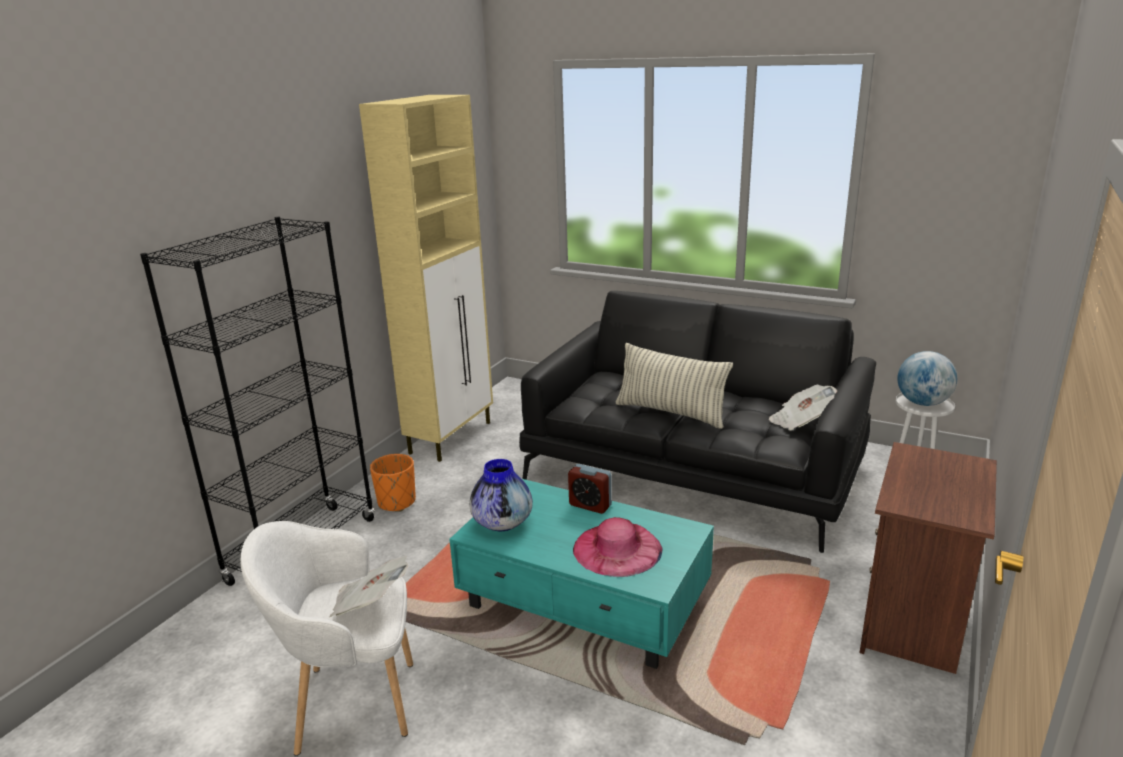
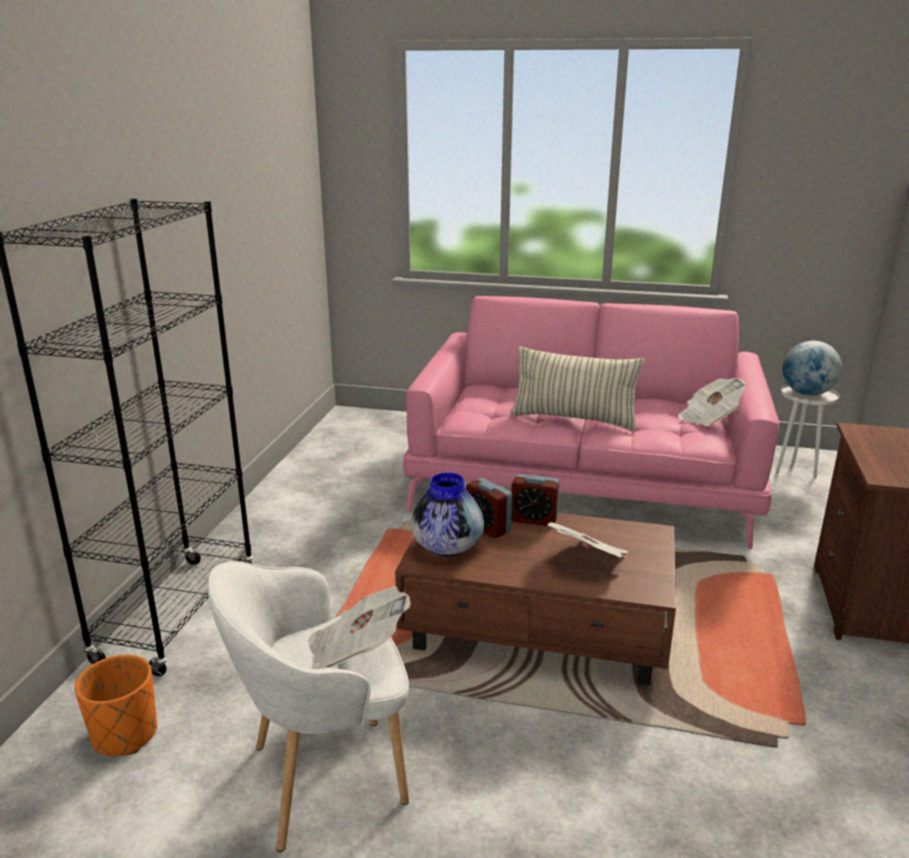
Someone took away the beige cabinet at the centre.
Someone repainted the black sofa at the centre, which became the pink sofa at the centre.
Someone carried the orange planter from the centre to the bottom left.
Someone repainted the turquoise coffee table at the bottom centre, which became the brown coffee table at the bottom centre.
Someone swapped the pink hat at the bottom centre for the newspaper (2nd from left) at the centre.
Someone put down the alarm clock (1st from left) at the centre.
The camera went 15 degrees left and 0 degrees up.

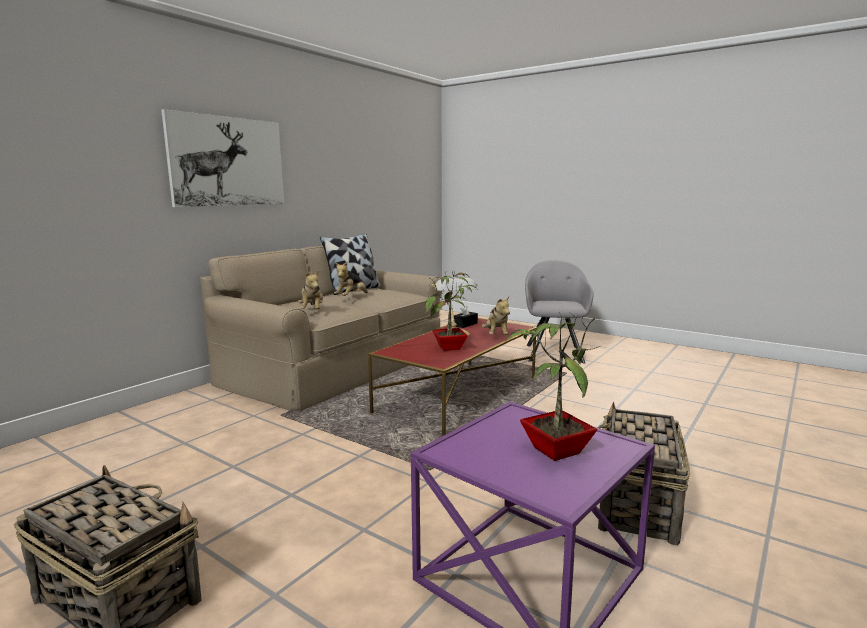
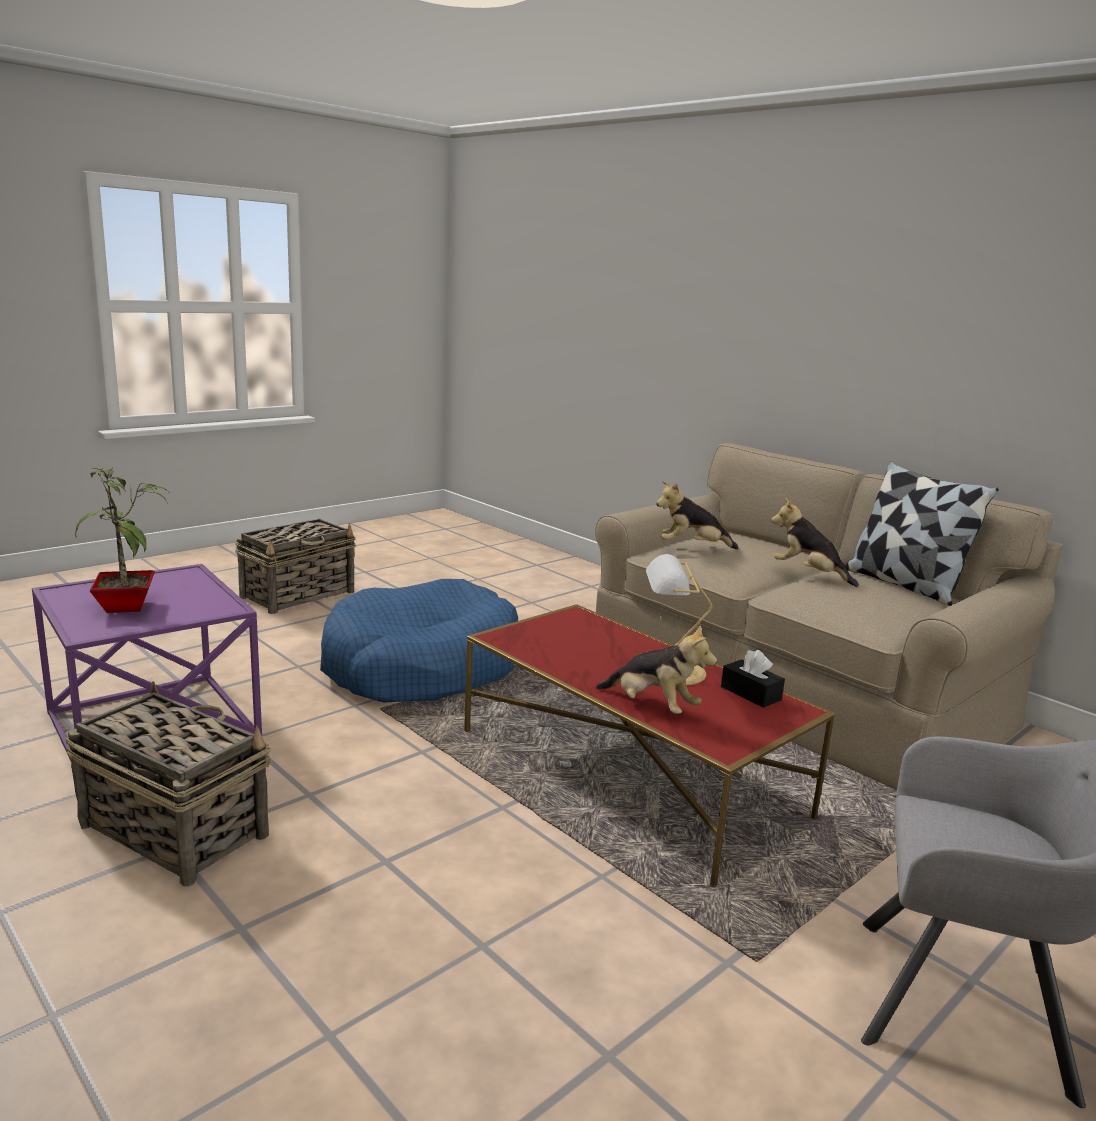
Someone took away the picture at the top left.
Someone took away the potted plant (1st from left) at the centre.
Someone rotated the plush toy (3rd from left in the first image) at the centre by 150 degrees counterclockwise.
Someone put down the blue dog bed at the centre.
The camera went 100 degrees right and 5 degrees up.

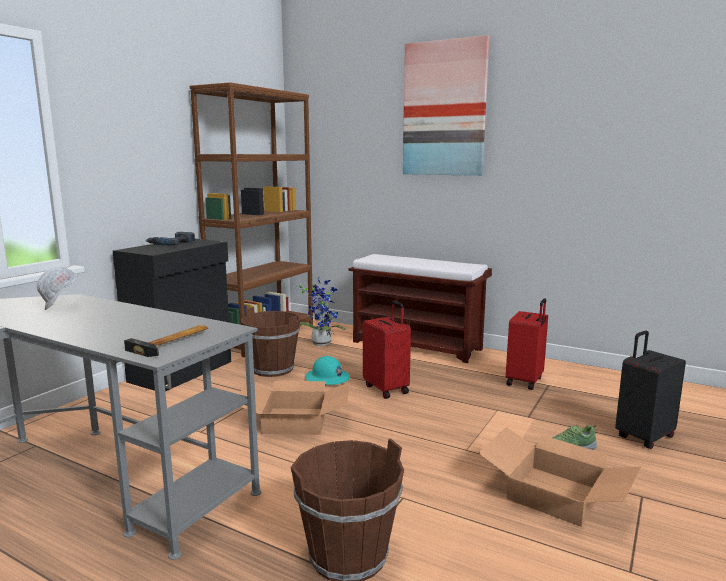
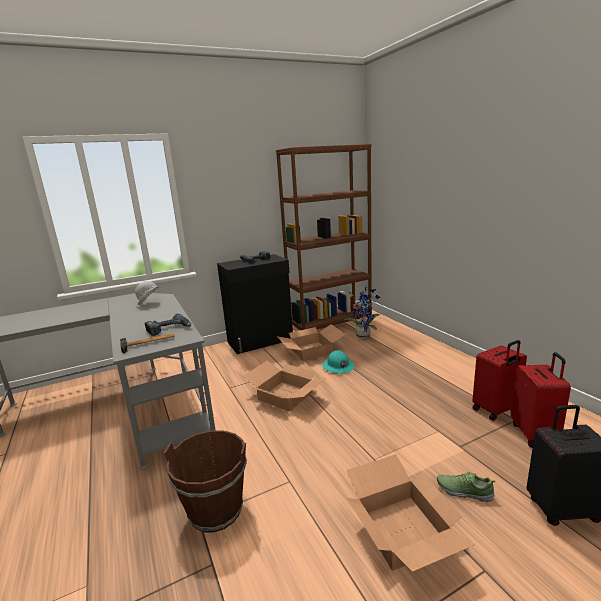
Someone took away the picture at the top centre.
Someone took away the brown bench at the centre.
Someone carried the red suitcase (1st from left in the first image) from the centre to the middle right.
Someone swapped the brown bucket (1st from left) at the centre for the cardboard box (2nd from left) at the centre.
Someone put down the power drill (1st from left) at the middle left.
The camera went 35 degrees right and 5 degrees up.

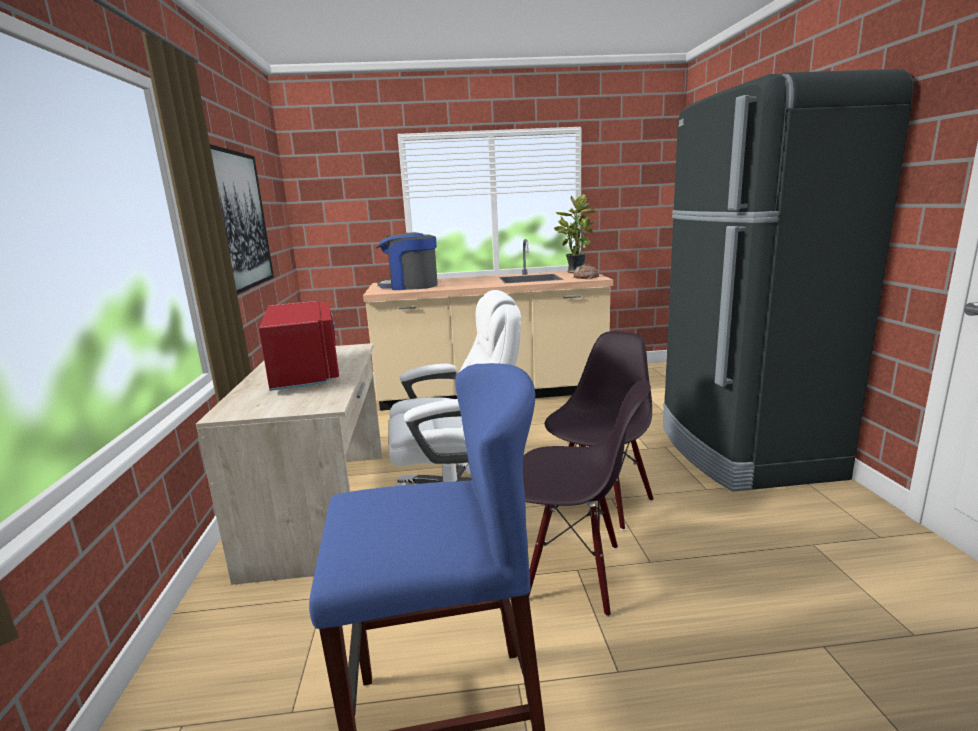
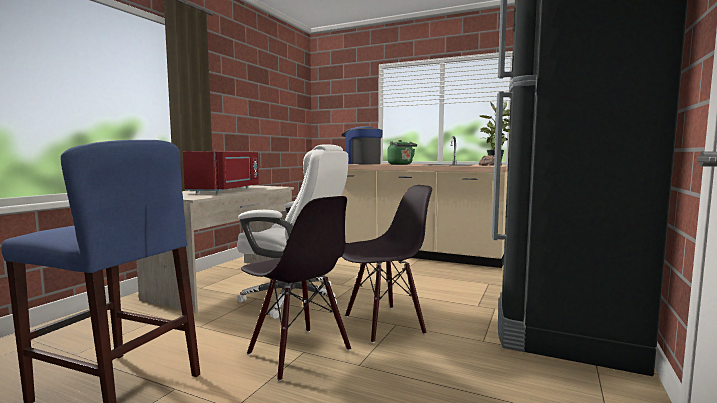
Someone took away the picture at the top left.
Someone put down the green kettle at the centre.
The camera went 30 degrees right and 10 degrees down.

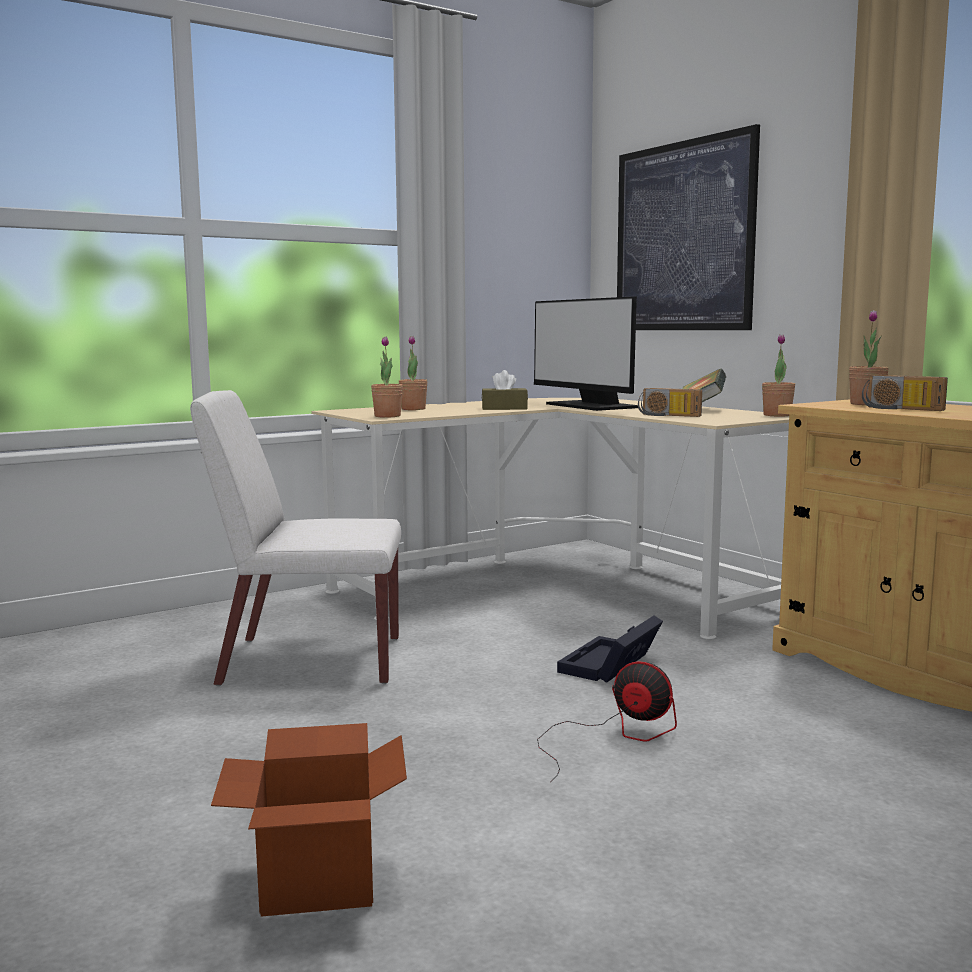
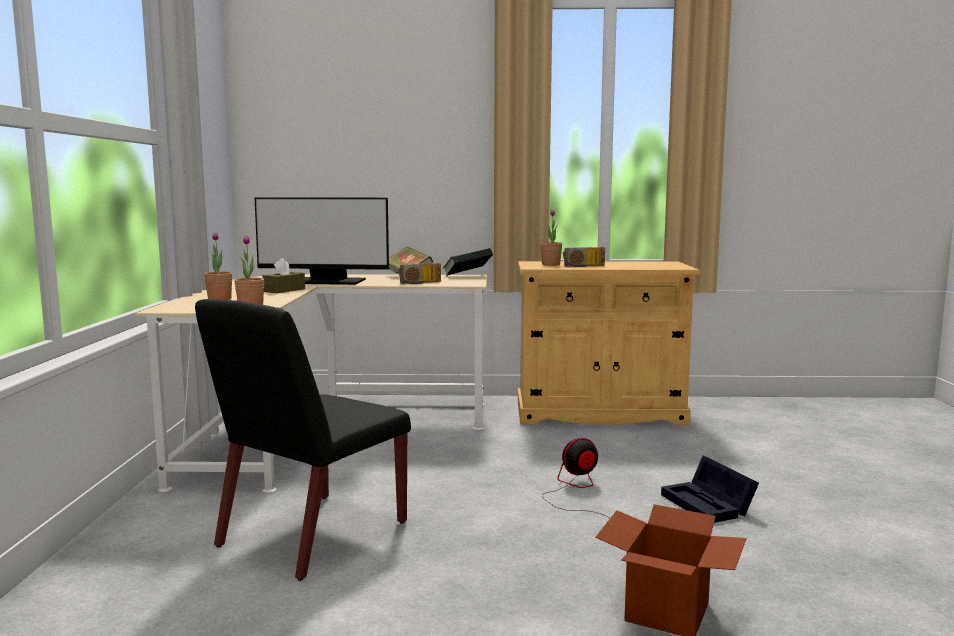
Someone took away the picture at the top right.
Someone swapped the potted plant (3rd from left) at the middle right for the book (2nd from left) at the centre.
Someone repainted the white chair at the middle left, which became the black chair at the bottom left.
Someone carried the black storage box from the bottom centre to the bottom right.
The camera went 55 degrees left and 0 degrees up.

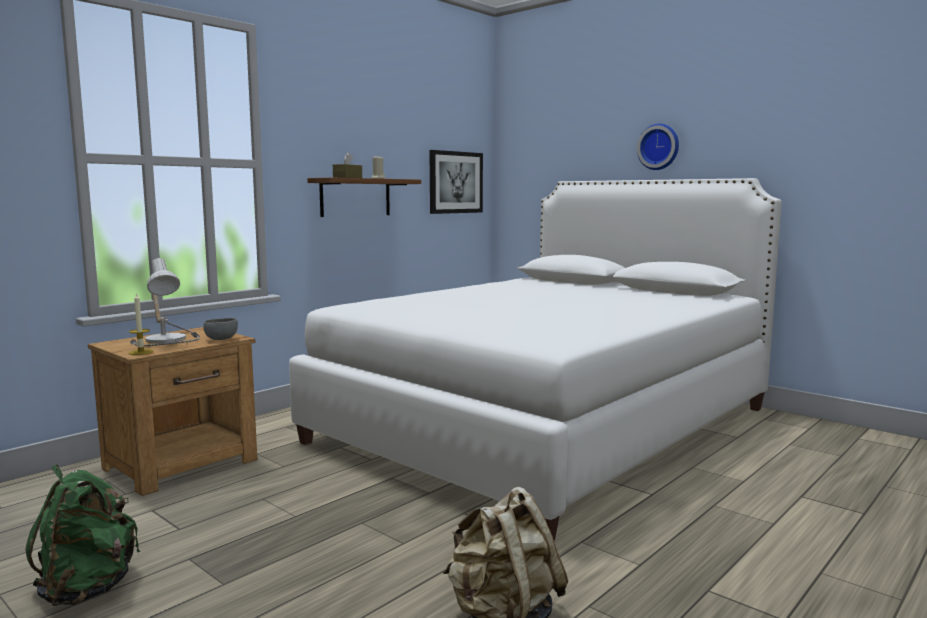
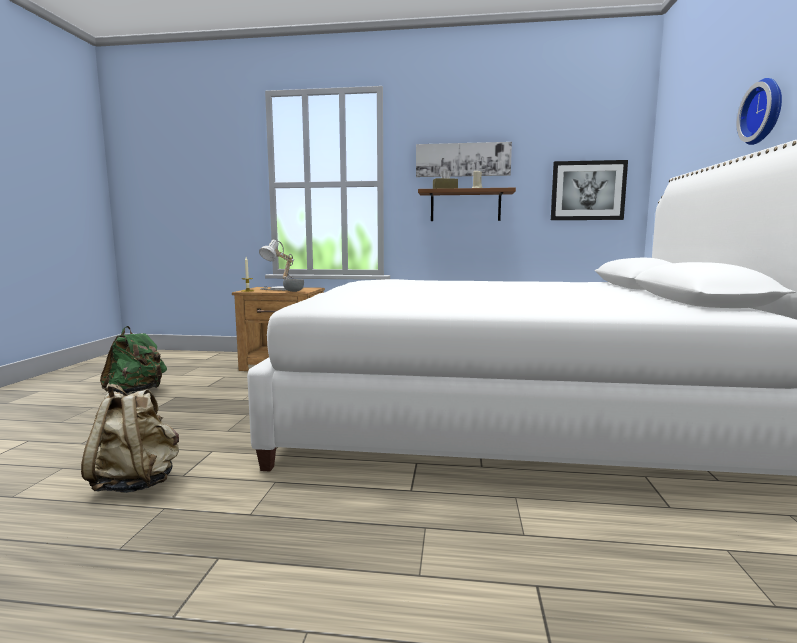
Someone put up the picture (1st from left) at the top centre.
The camera went 55 degrees right and 0 degrees up.

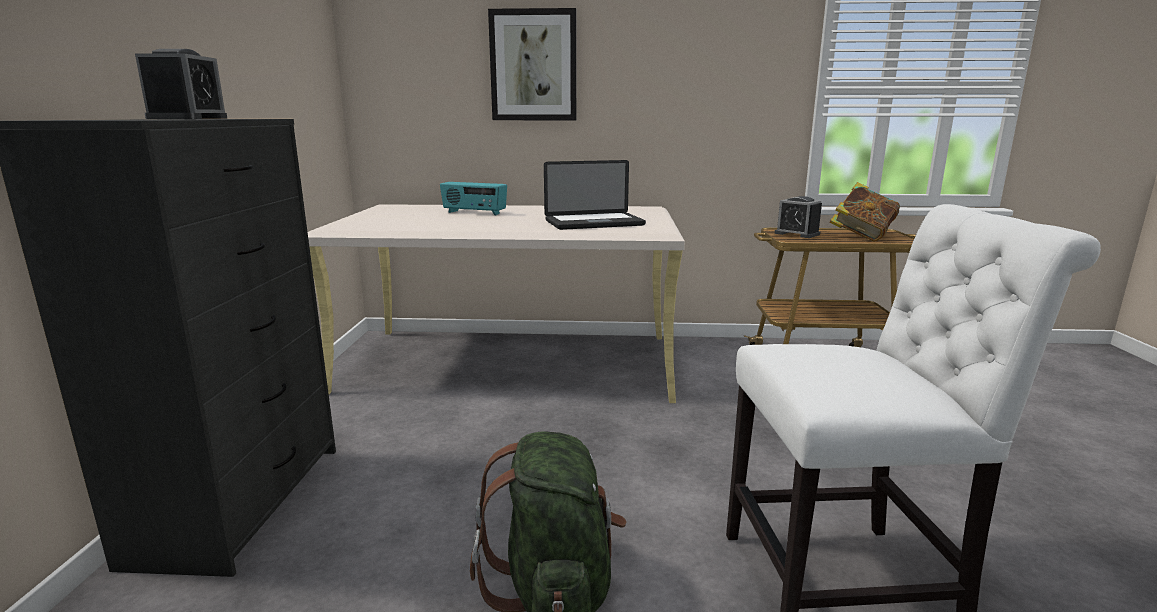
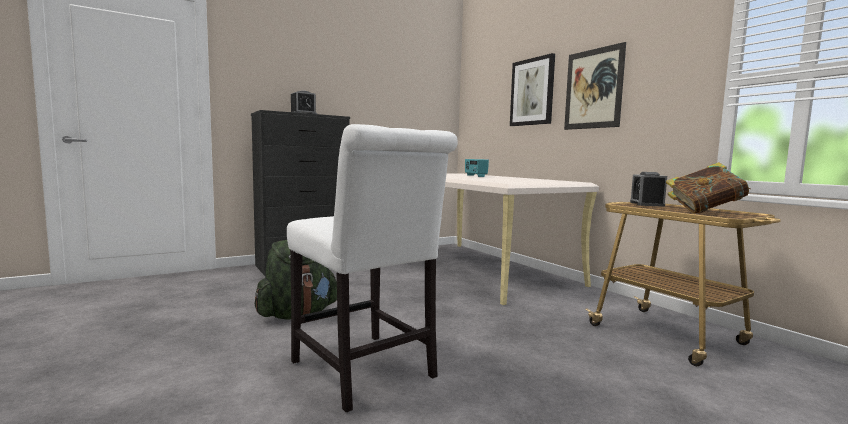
Someone took away the laptop at the top centre.
Someone put up the picture (2nd from left) at the top right.
The camera went 55 degrees right and 10 degrees down.

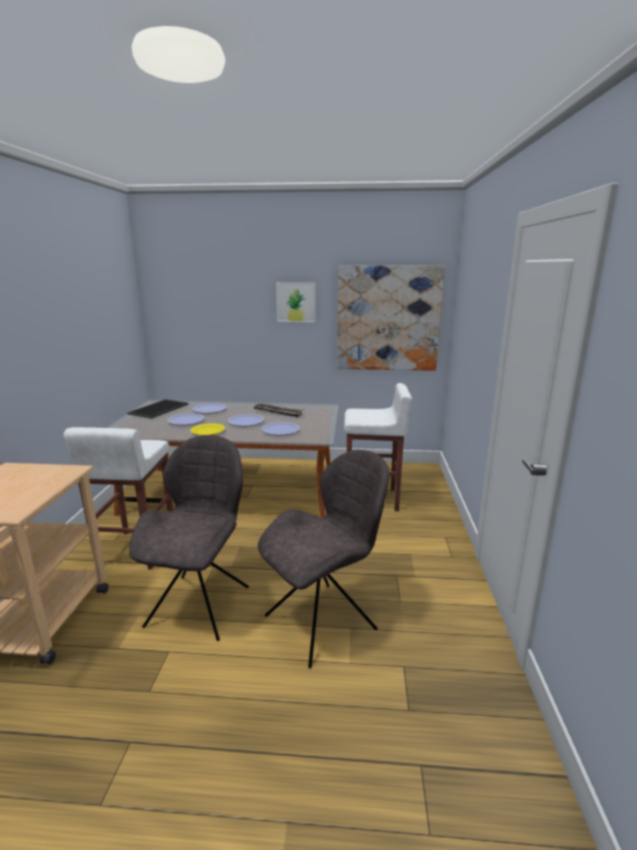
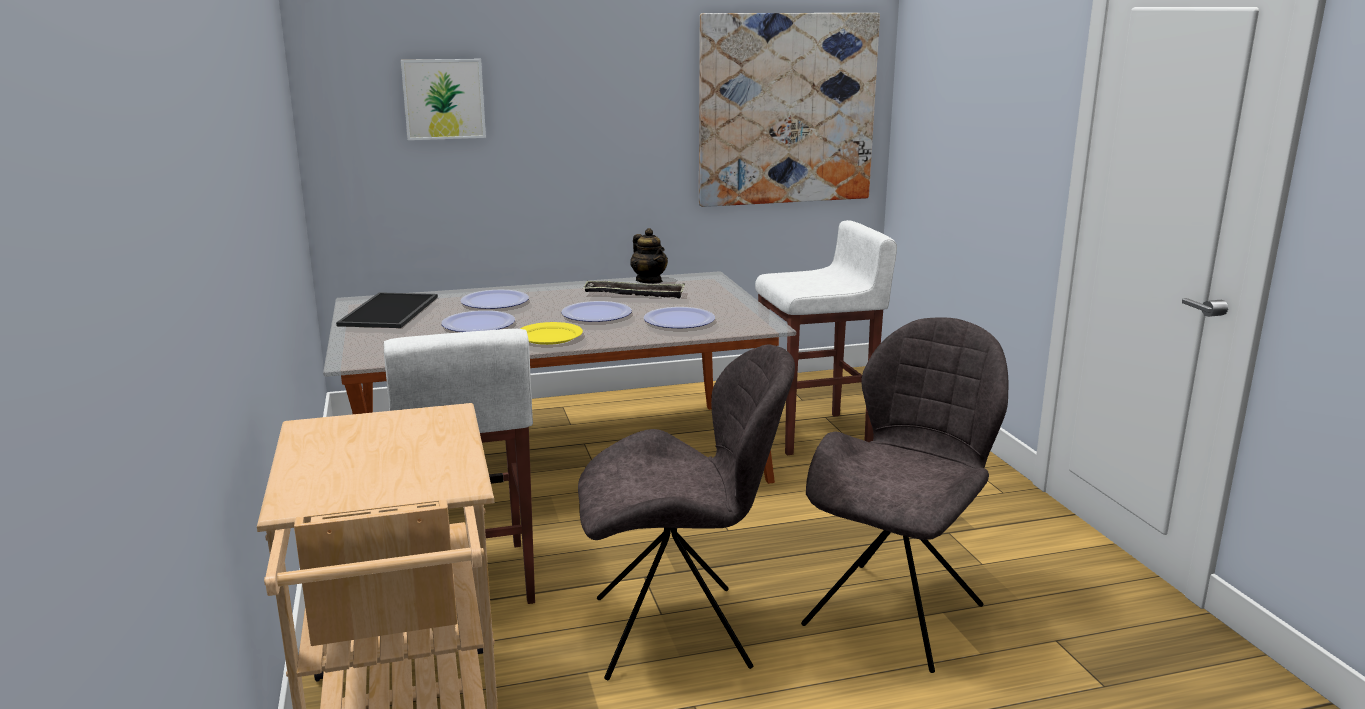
Someone carried the picture (1st from left) from the centre to the top left.
Someone rotated the grey chair (1st from left) at the middle left by 90 degrees clockwise.
Someone put down the teapot at the centre.
The camera went 20 degrees left and 0 degrees up.

